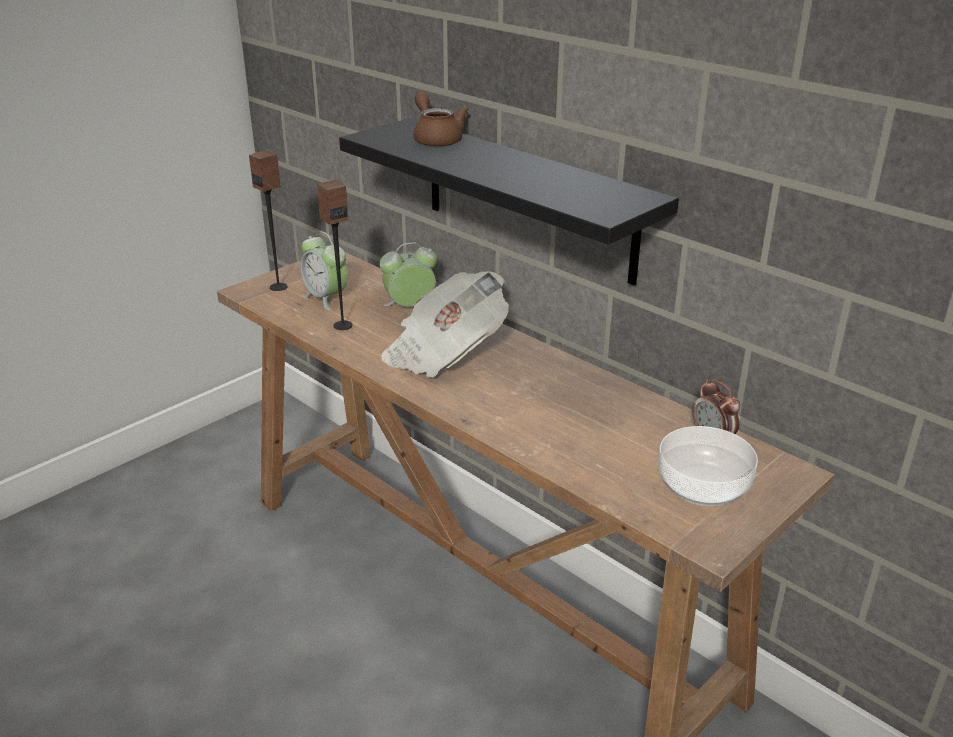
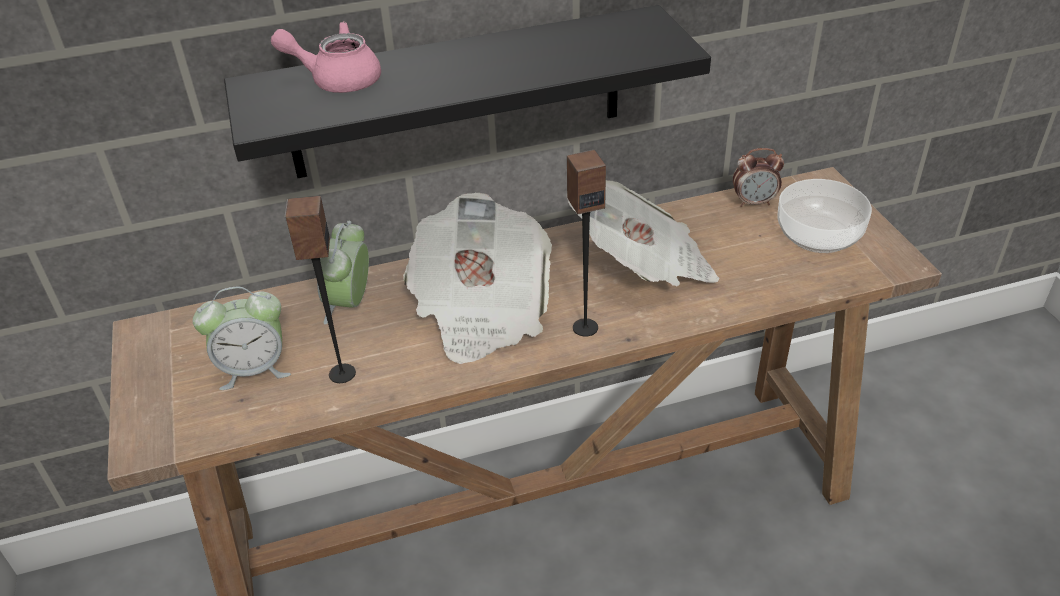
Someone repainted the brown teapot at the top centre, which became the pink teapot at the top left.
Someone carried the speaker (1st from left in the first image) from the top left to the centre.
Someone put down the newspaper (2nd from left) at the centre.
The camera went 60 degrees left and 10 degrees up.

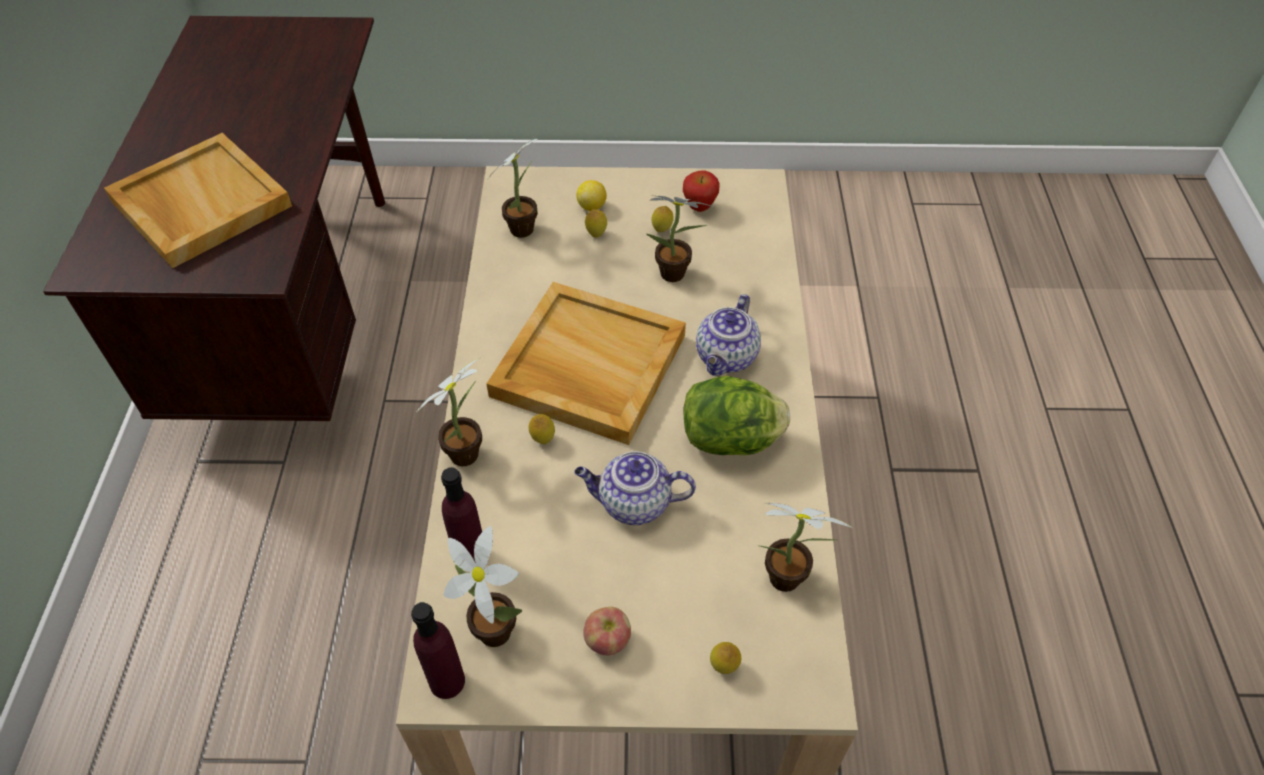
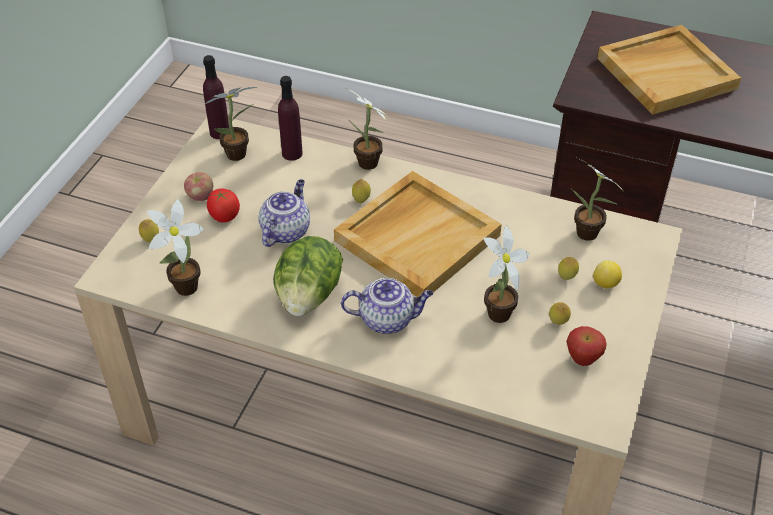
Someone rotated the teapot (2nd from left) at the centre by 135 degrees clockwise.
Someone put down the tomato at the middle left.
The camera went 110 degrees right and 5 degrees down.

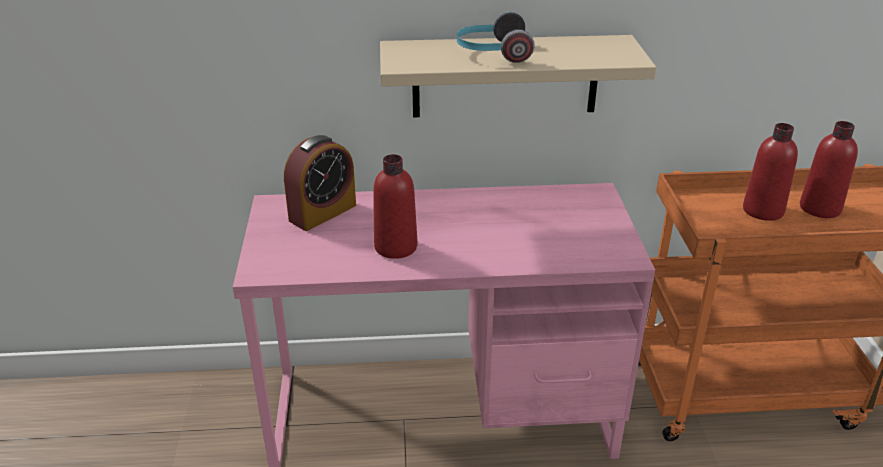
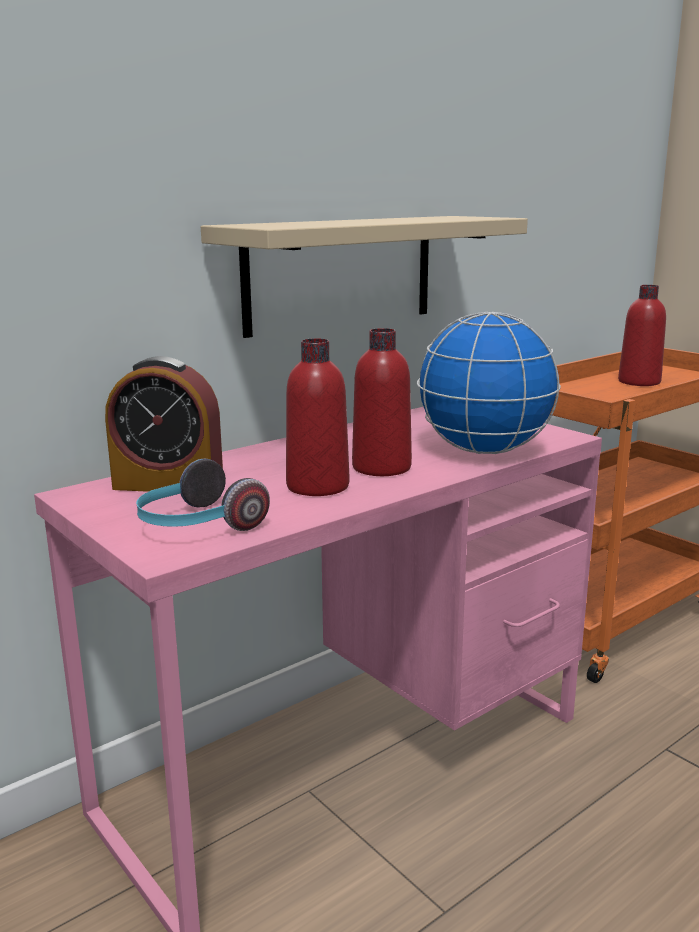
Someone carried the headphones from the top centre to the middle left.
Someone carried the red bottle (2nd from left) from the middle right to the centre.
Someone rotated the alarm clock at the centre by 90 degrees clockwise.
Someone put down the globe at the middle right.
The camera went 35 degrees left and 15 degrees down.

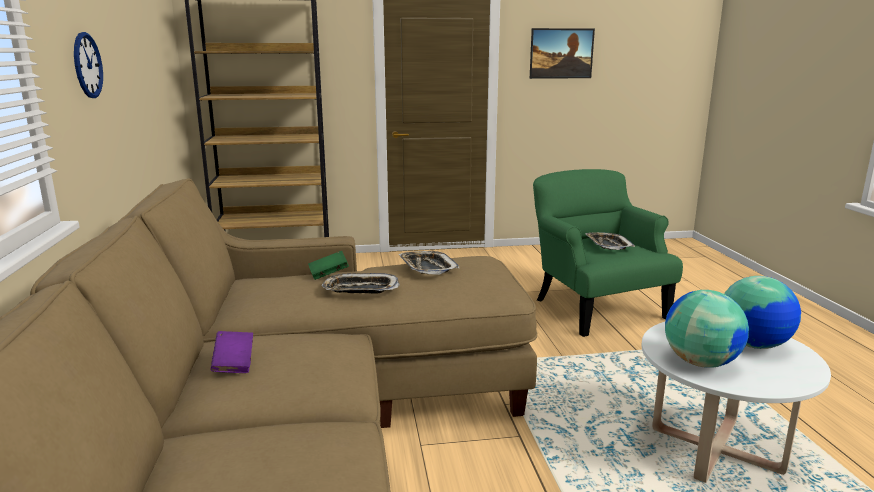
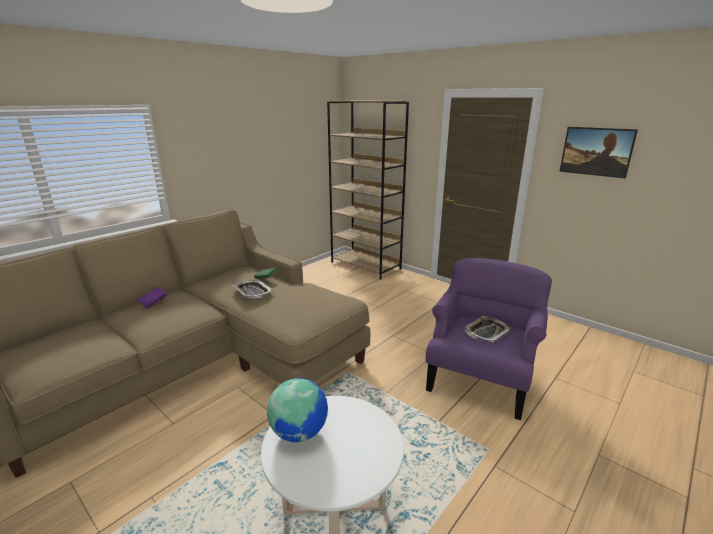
Someone took away the wall clock at the top left.
Someone repainted the green armchair at the middle right, which became the purple armchair at the middle right.
Someone took away the tray (2nd from left) at the centre.
Someone took away the globe (2nd from left) at the middle right.
The camera went 50 degrees right and 5 degrees up.

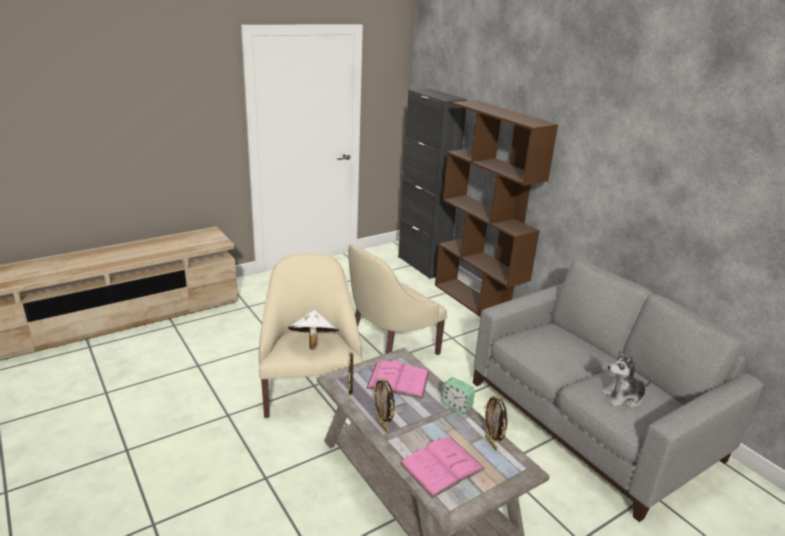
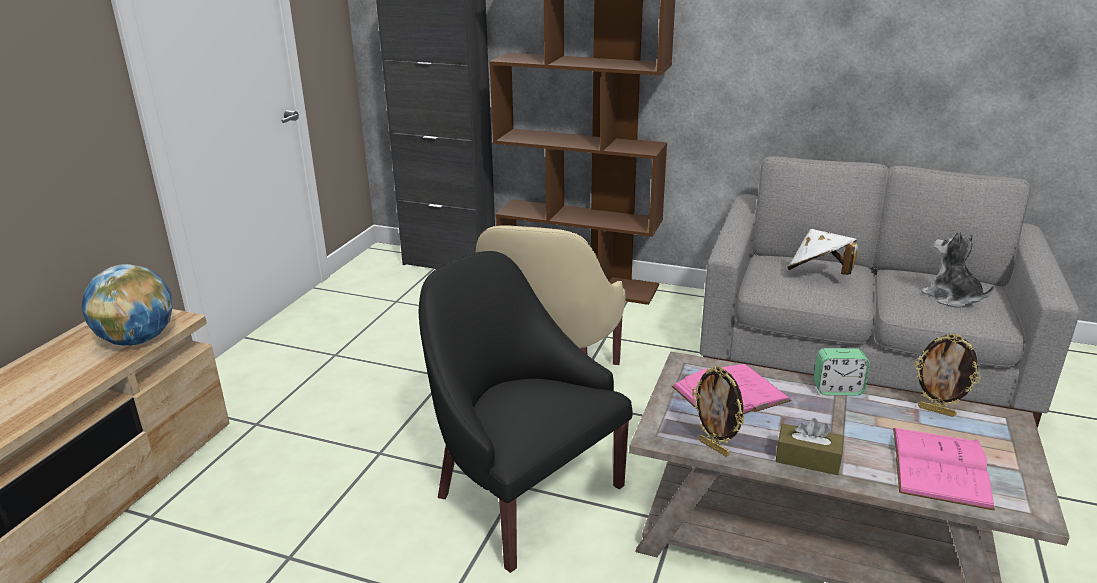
Someone repainted the beige armchair (1st from left) at the centre, which became the black armchair at the bottom centre.
Someone carried the white hat from the centre to the middle right.
Someone rotated the plush toy at the bottom right by 105 degrees clockwise.
Someone swapped the picture frame (2nd from left) at the bottom centre for the brown tissue box at the bottom right.
Someone put down the globe at the middle left.
The camera went 35 degrees left and 0 degrees up.

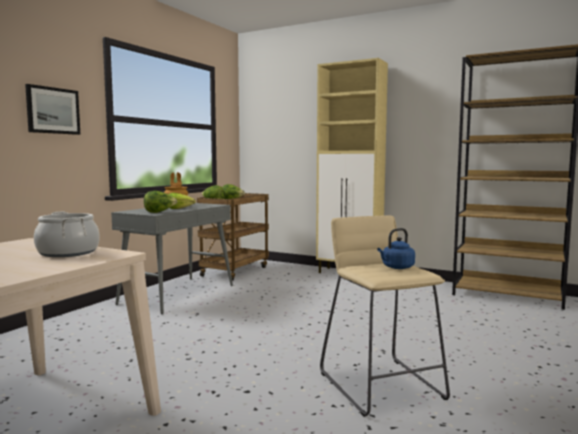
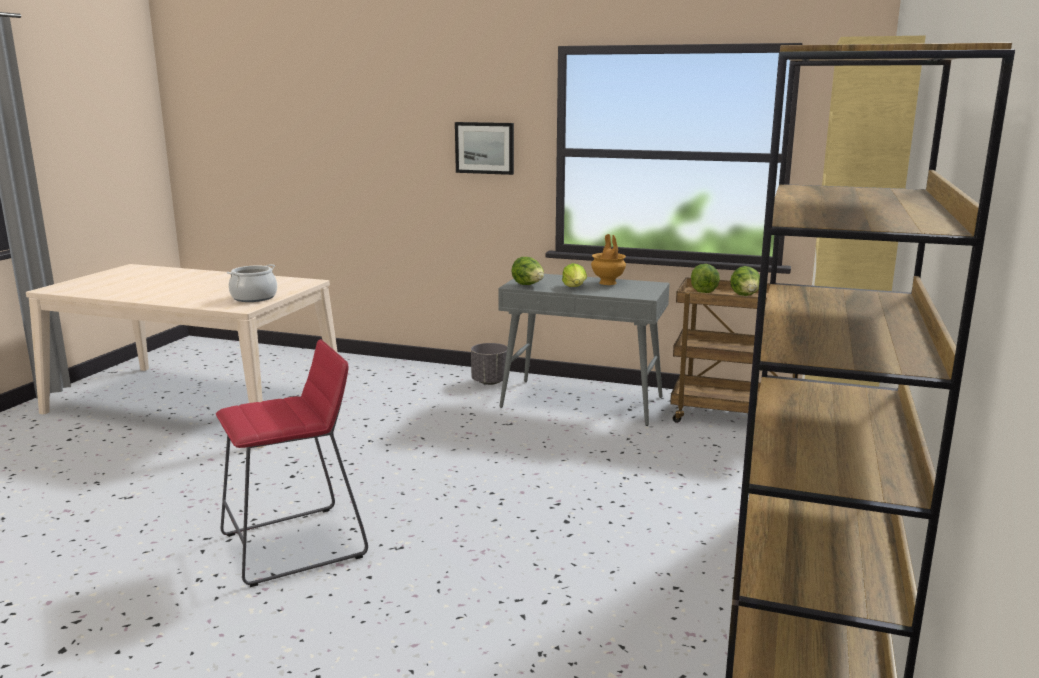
Someone repainted the beige stool at the bottom centre, which became the red stool at the bottom left.
Someone took away the blue kettle at the middle right.
Someone put down the grey planter at the centre.
The camera went 80 degrees right and 10 degrees up.

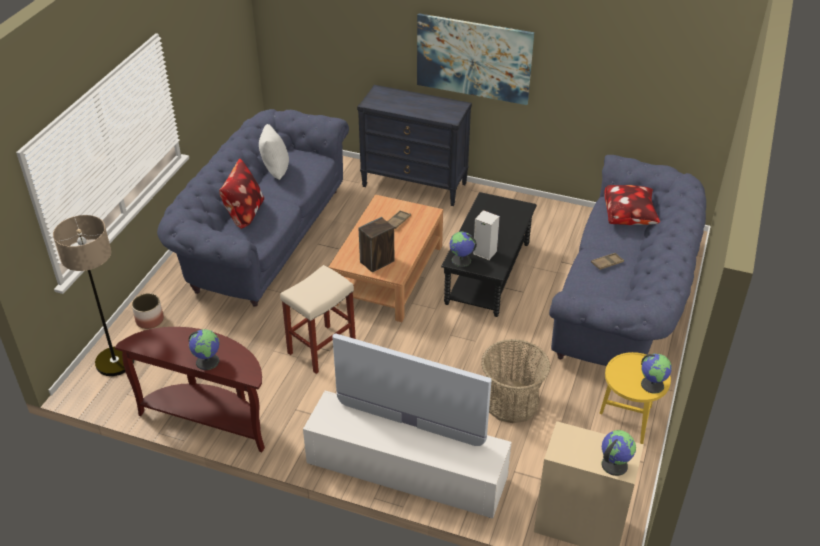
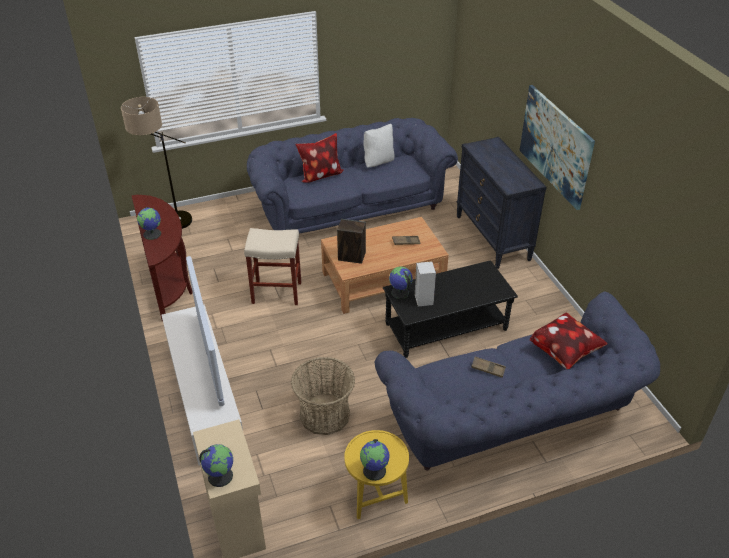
Someone took away the planter at the middle left.
The camera went 50 degrees right and 0 degrees up.

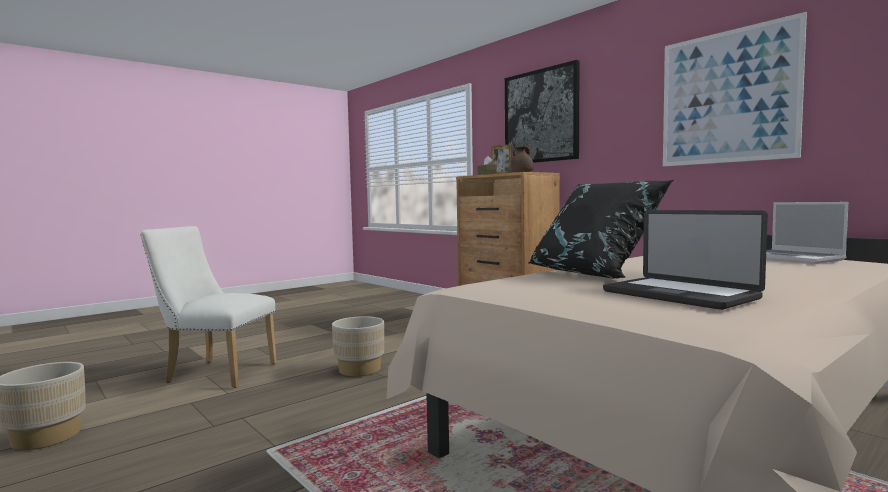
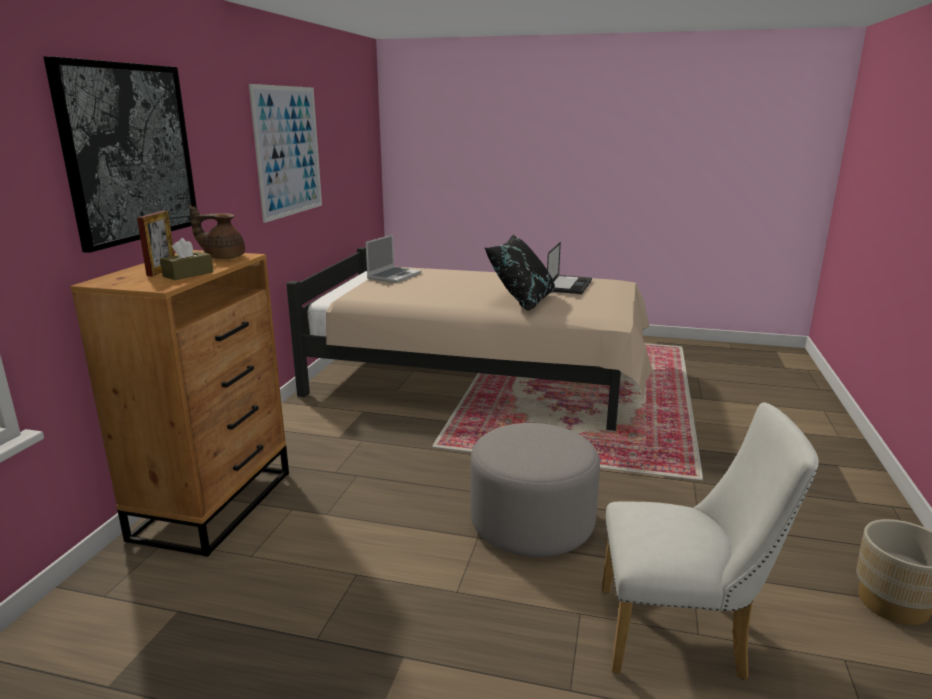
Someone rotated the white chair at the middle left by 60 degrees counterclockwise.
Someone swapped the beige planter (2nd from left) at the bottom centre for the grey ottoman at the bottom centre.
The camera went 125 degrees left and 15 degrees up.

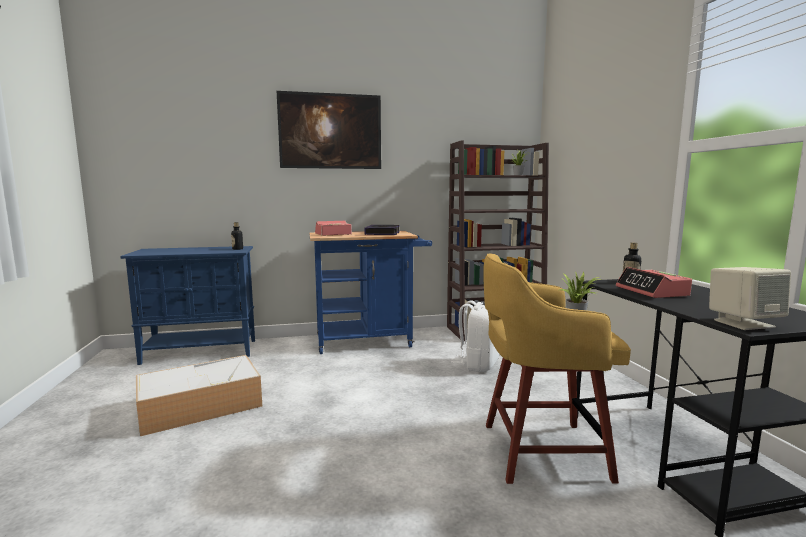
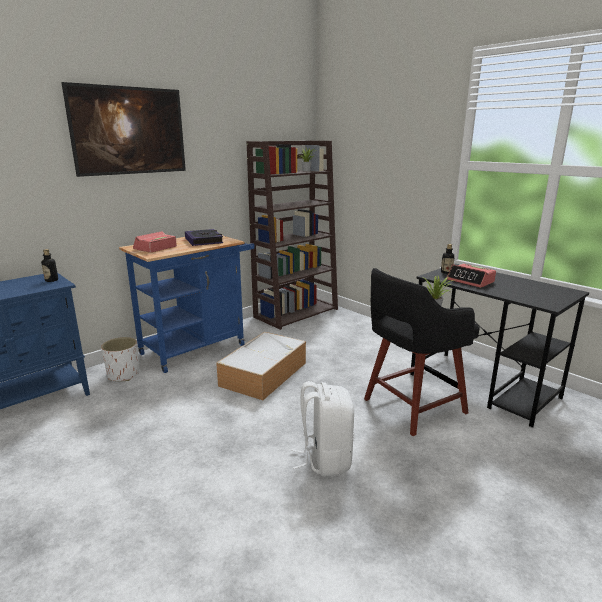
Someone repainted the yellow stool at the bottom right, which became the black stool at the middle right.
Someone took away the beige speaker at the middle right.
Someone carried the white backpack from the centre to the bottom centre.
Someone carried the storage box from the bottom left to the centre.
Someone put down the white planter at the middle left.
The camera went 30 degrees left and 10 degrees up.

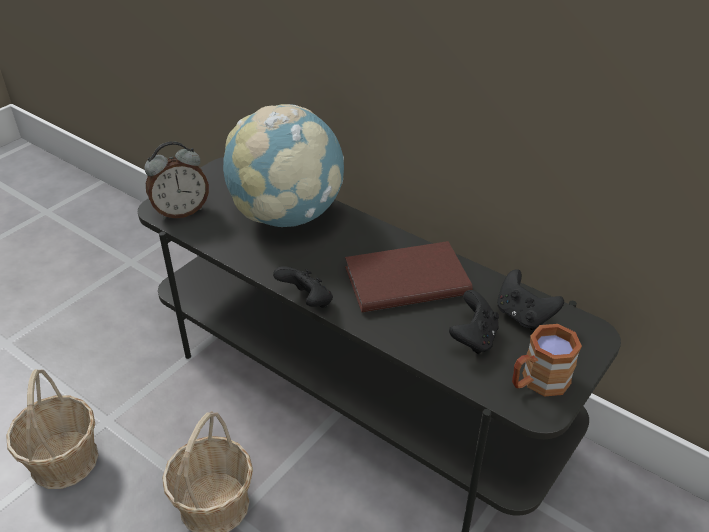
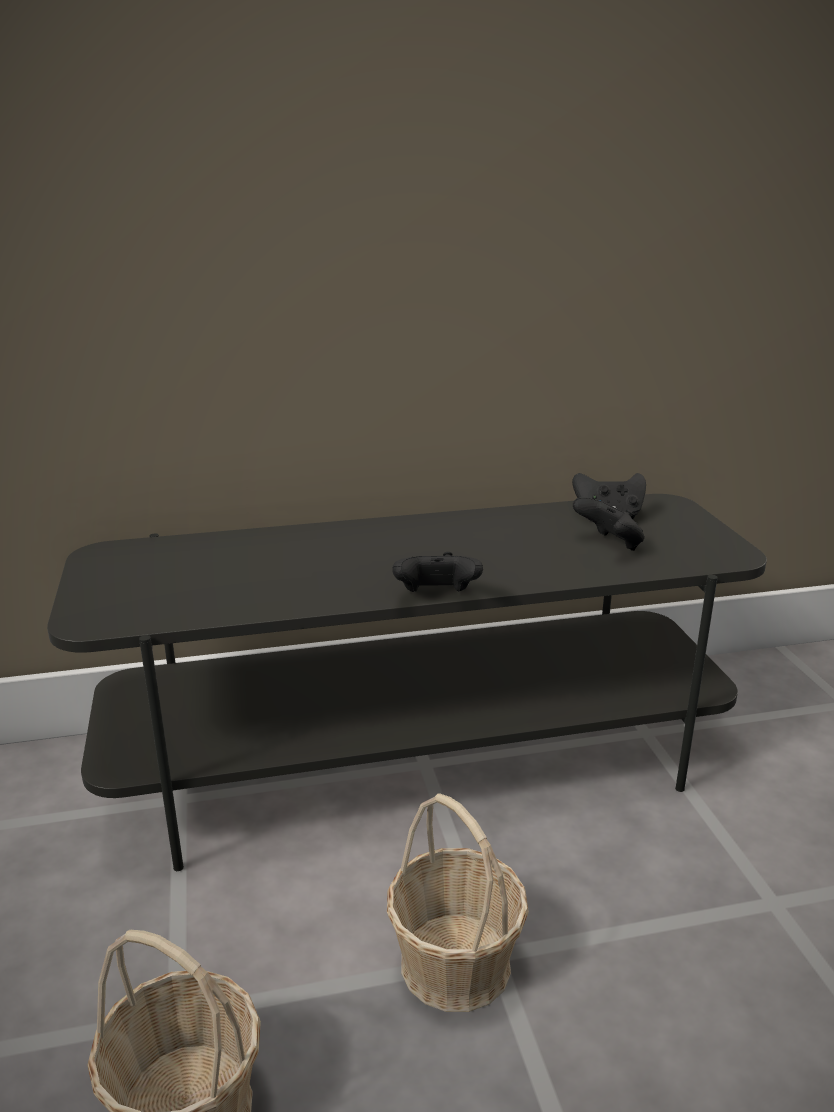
Someone took away the globe at the top centre.
Someone took away the alarm clock at the middle left.
Someone took away the brown book at the centre.
Someone took away the brown mug at the bottom right.
The camera went 50 degrees left and 15 degrees down.

